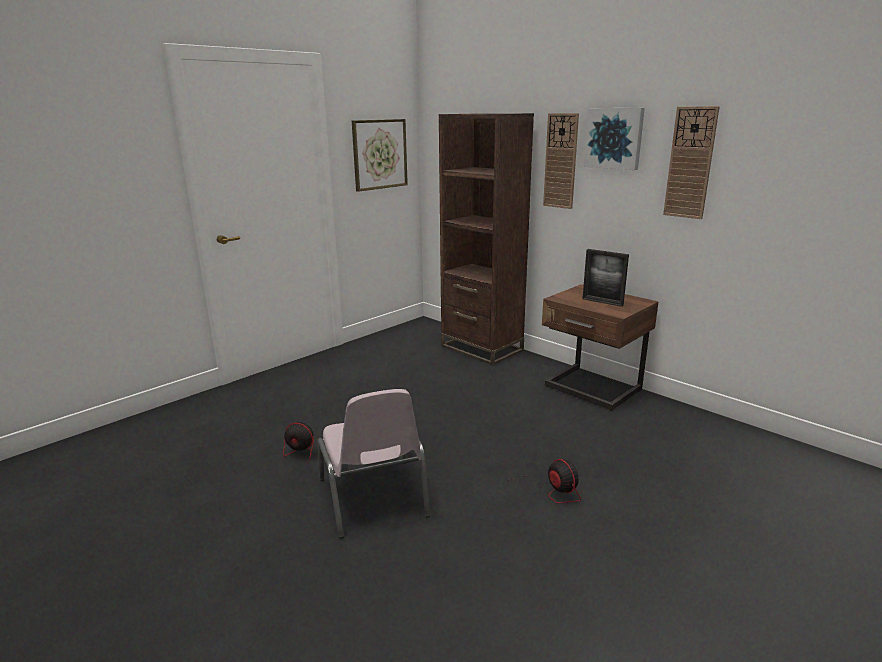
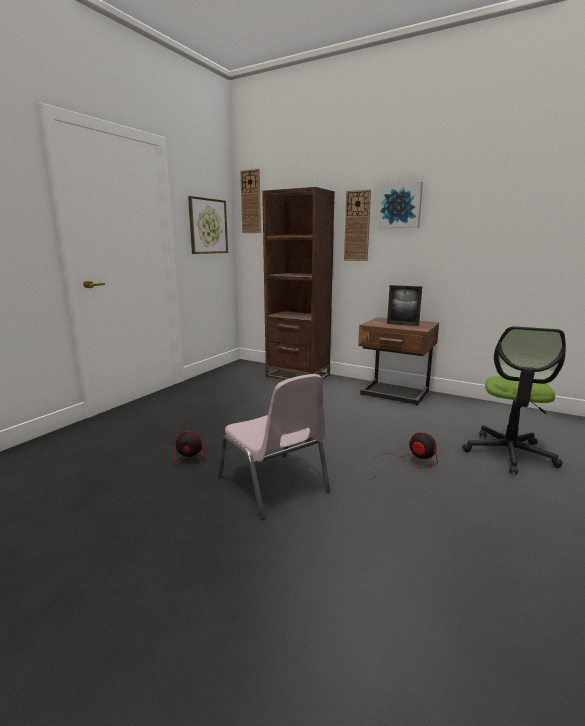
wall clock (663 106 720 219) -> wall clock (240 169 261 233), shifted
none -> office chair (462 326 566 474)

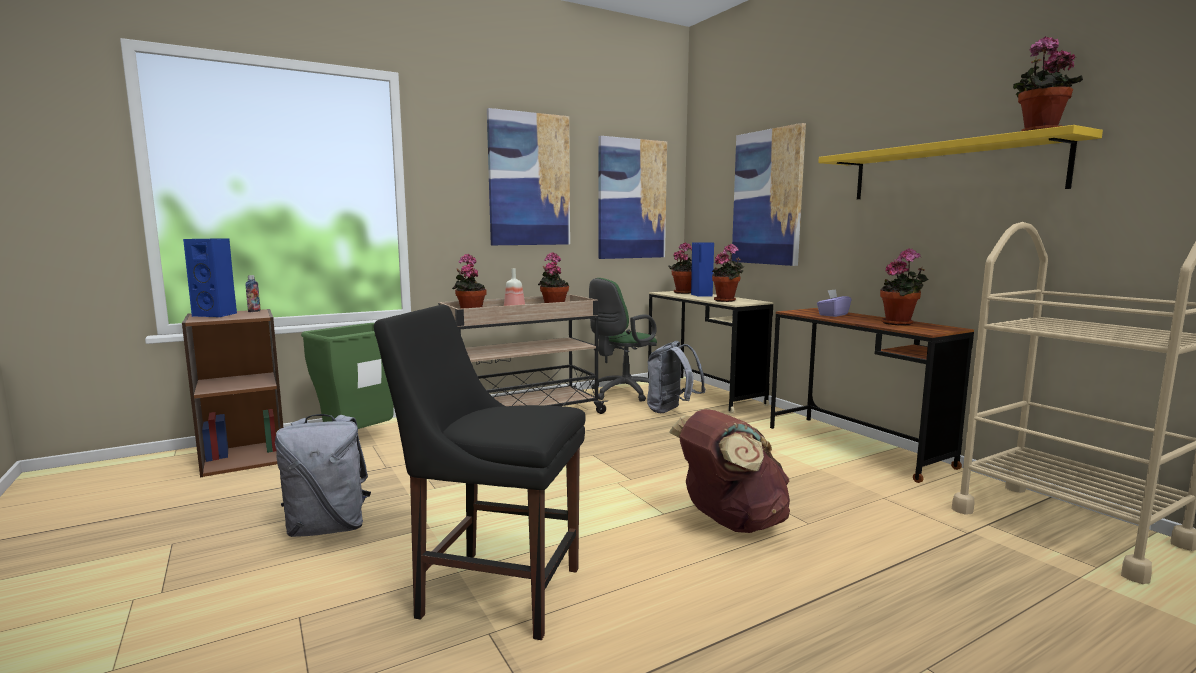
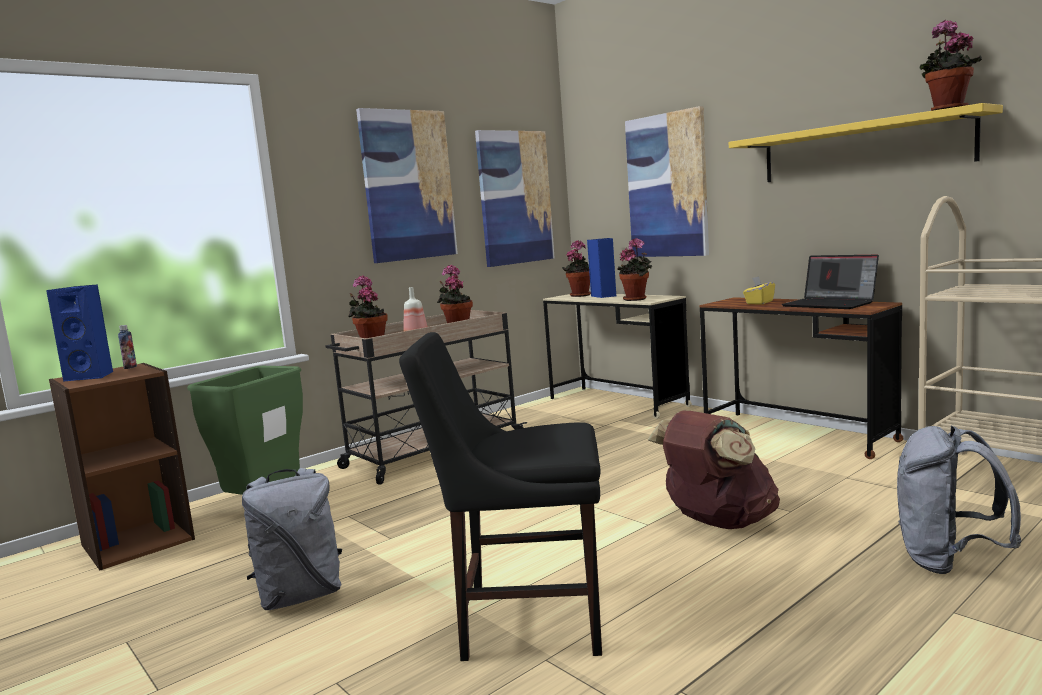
purple tissue box (817 289 852 317) -> yellow tissue box (743 276 775 304)
potted plant (880 248 929 326) -> laptop (782 255 879 309)
grey backpack (647 341 706 413) -> grey backpack (897 425 1022 574), shifted
green office chair (589 278 657 402) -> none

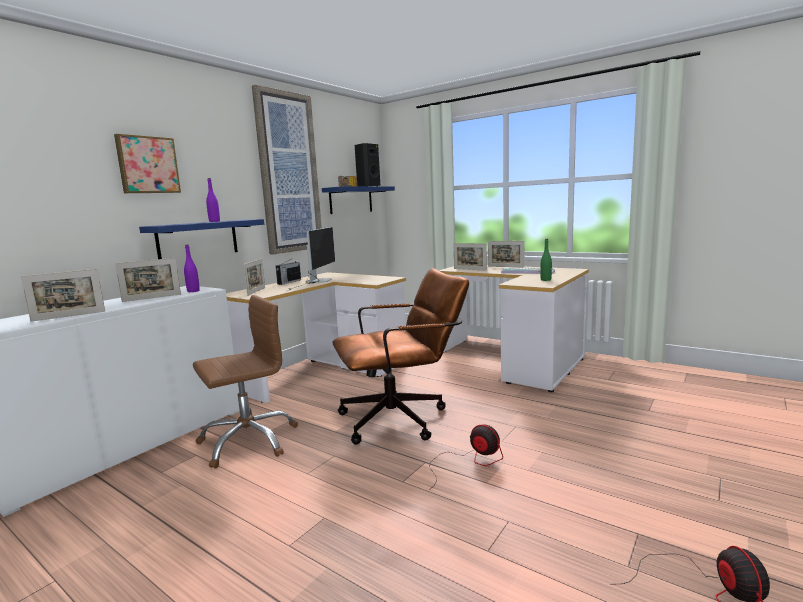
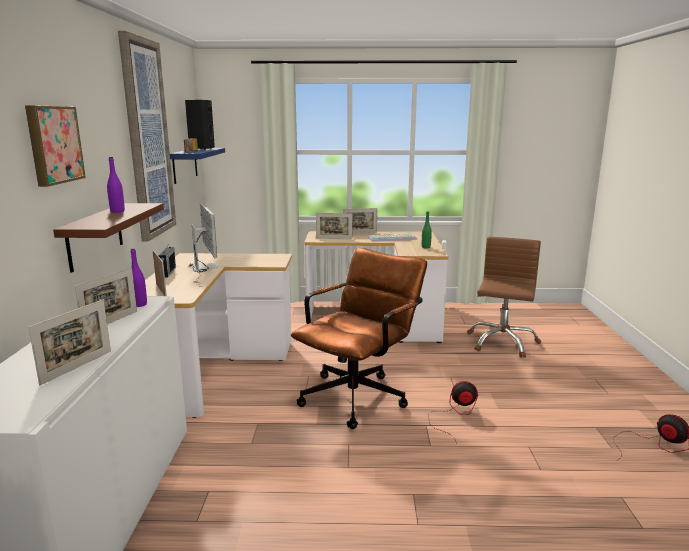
blue shelf (139 219 264 259) -> brown shelf (53 203 164 273)
brown office chair (193 295 298 468) -> brown office chair (467 237 541 358), shifted

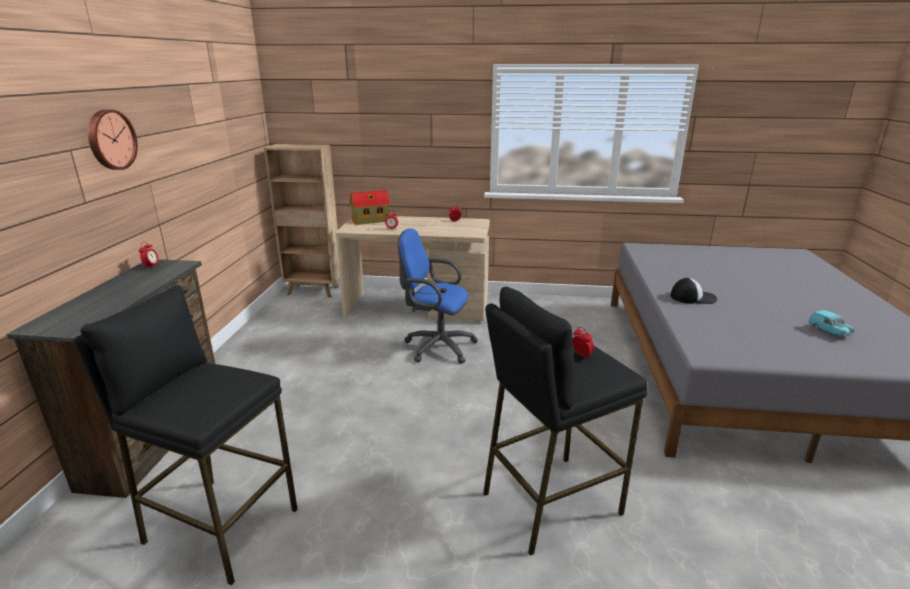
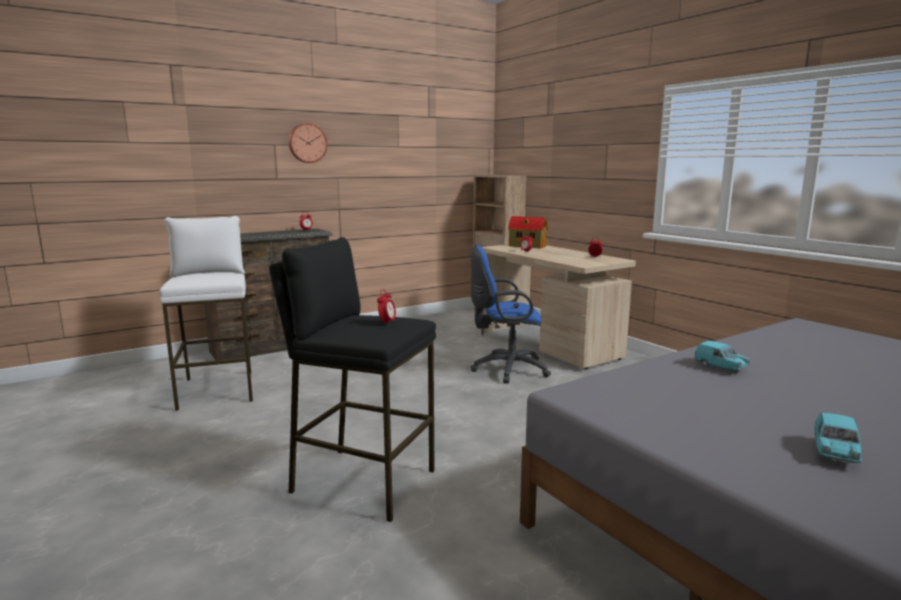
black stool (73 285 298 585) -> white stool (159 216 253 411)
blue office chair (398 228 478 364) -> blue office chair (470 245 551 384), 75 degrees counterclockwise
cap (670 278 717 304) -> turquoise toy car (694 341 750 372)

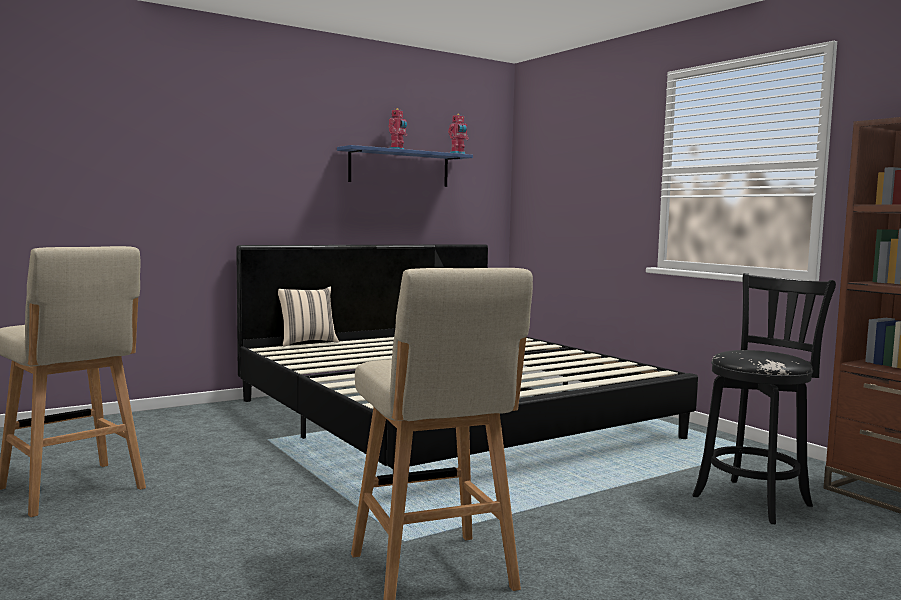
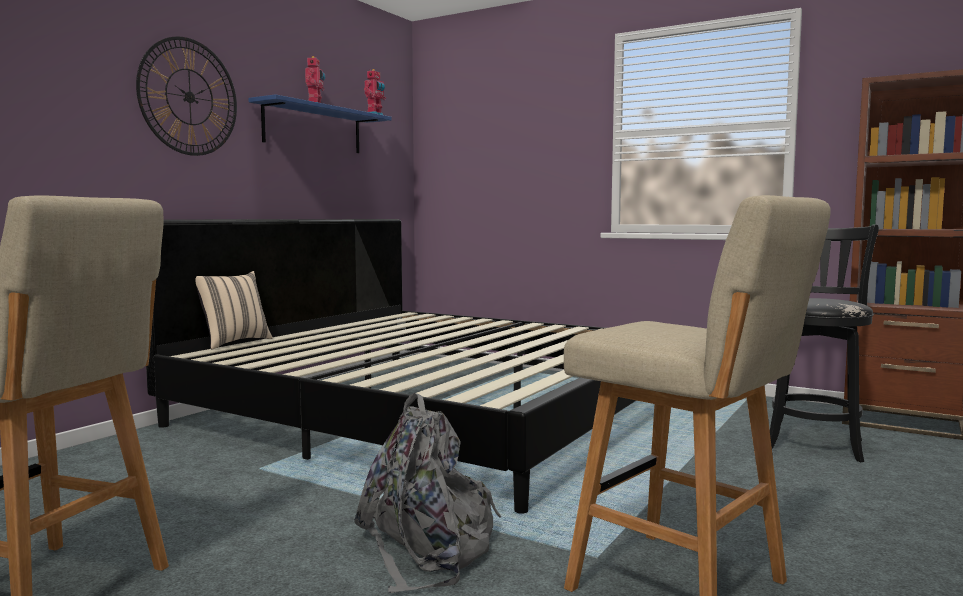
none -> wall clock (136 36 237 156)
none -> grey backpack (354 393 501 593)

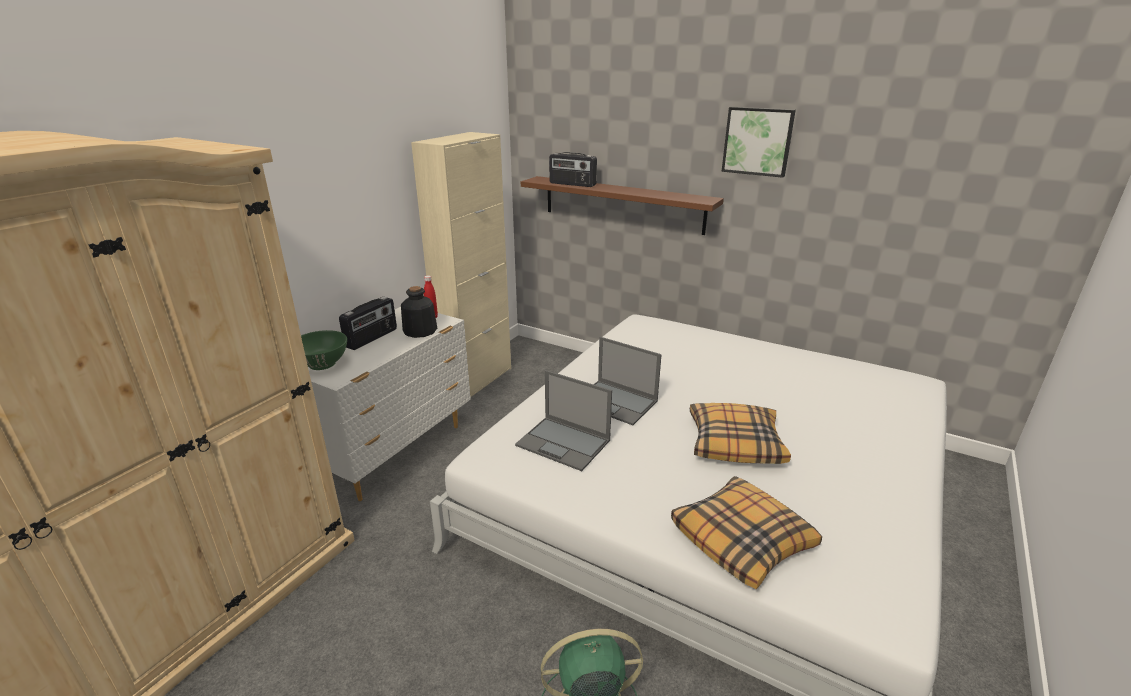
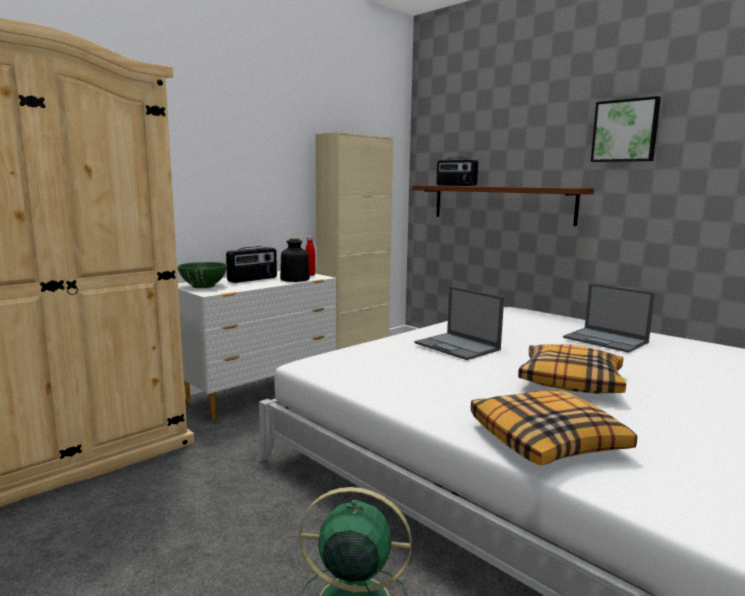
laptop (515 370 612 471) -> laptop (563 283 655 353), shifted

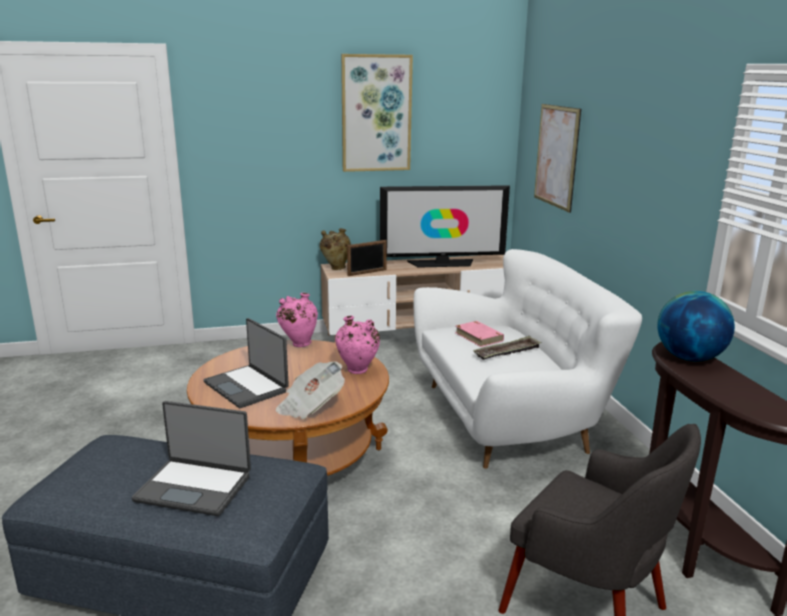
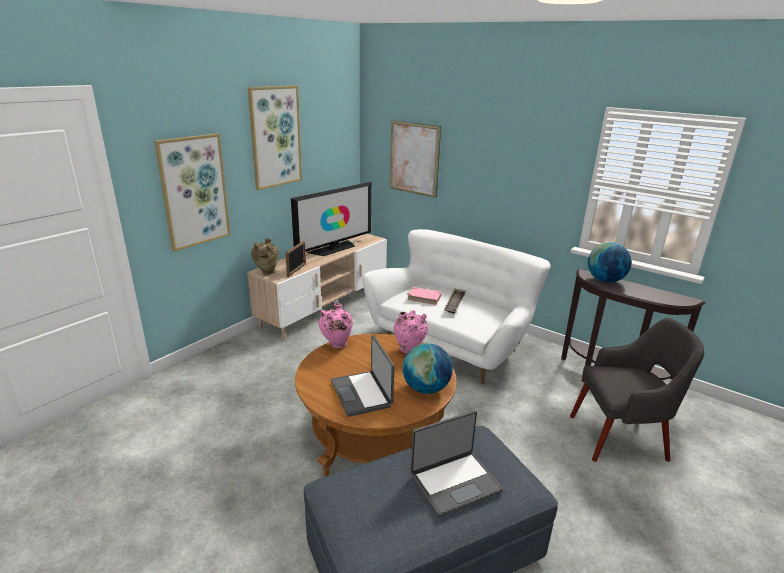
none -> picture (154 133 231 252)
laptop (204 318 289 408) -> laptop (331 335 395 417), 60 degrees clockwise
newspaper (276 361 345 419) -> globe (403 343 453 394)

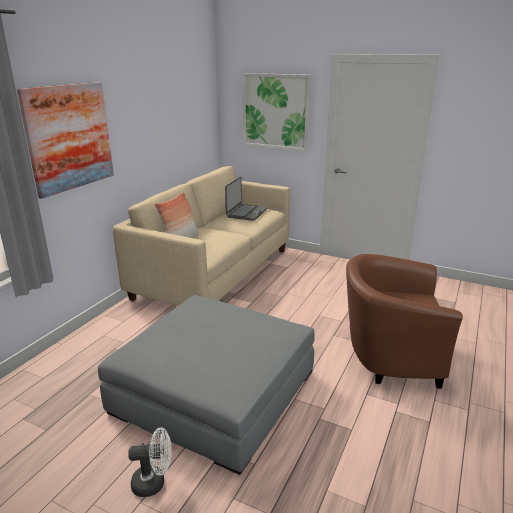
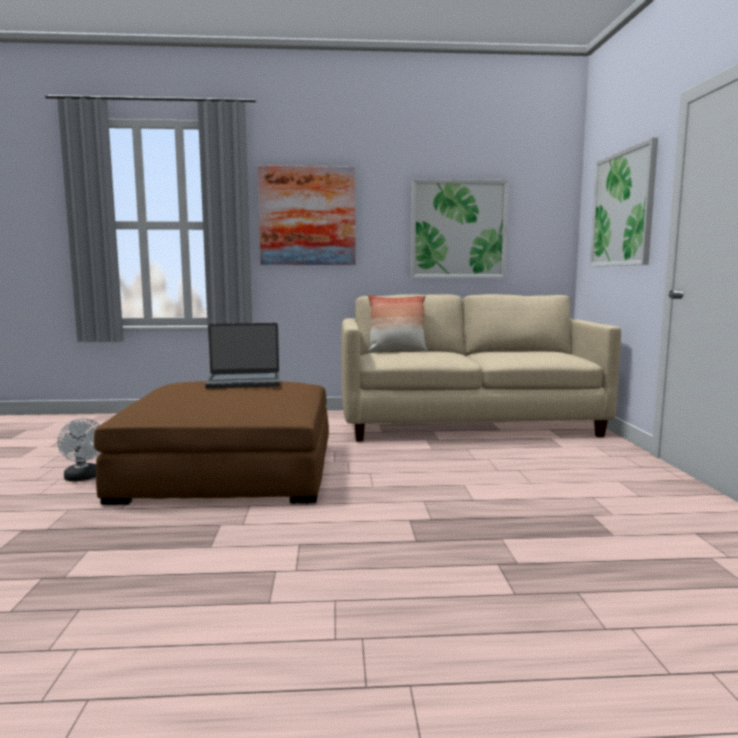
grey ottoman (98 295 315 475) -> brown ottoman (94 381 329 505)
laptop (225 177 268 221) -> laptop (205 323 280 388), shifted
none -> picture (411 179 509 278)
brown armchair (346 254 463 389) -> none

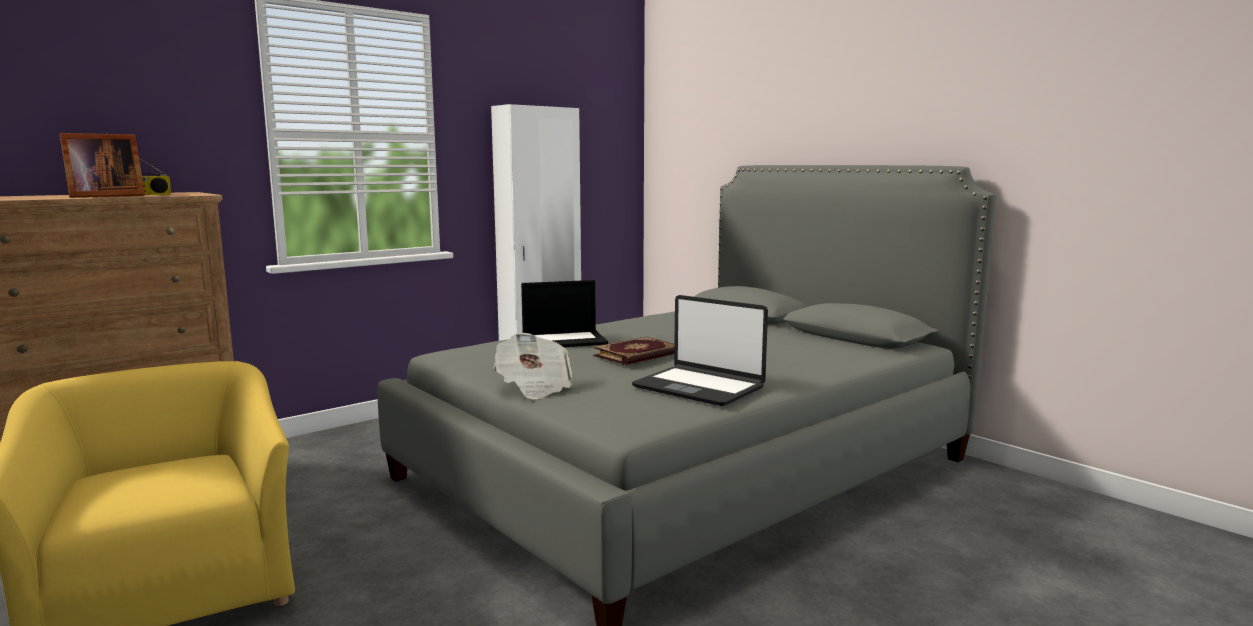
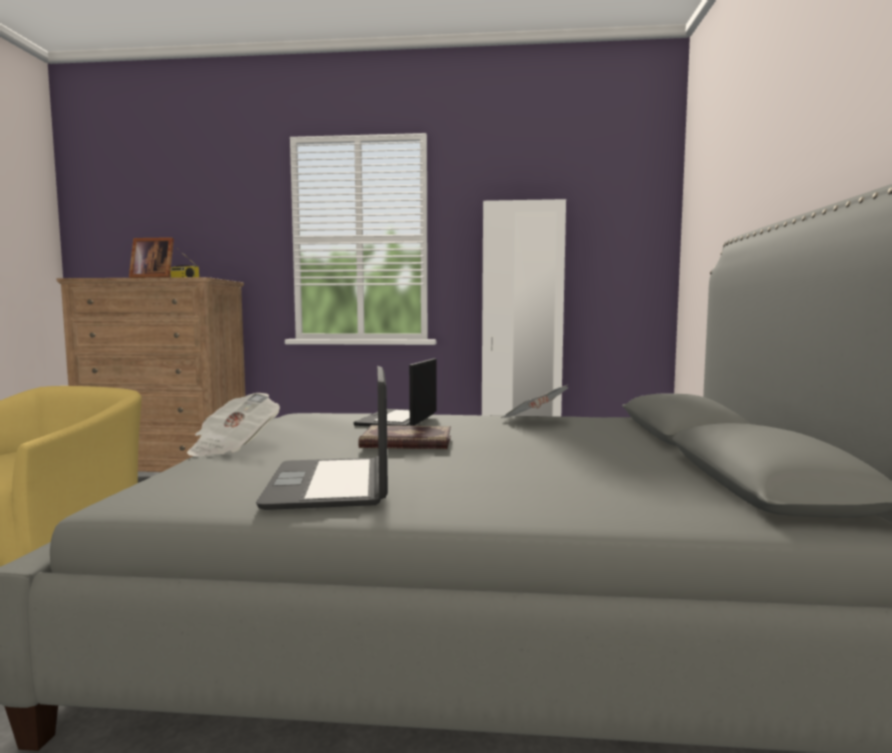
laptop (521 280 608 347) -> laptop (354 358 437 426), 75 degrees clockwise
none -> newspaper (501 385 569 418)

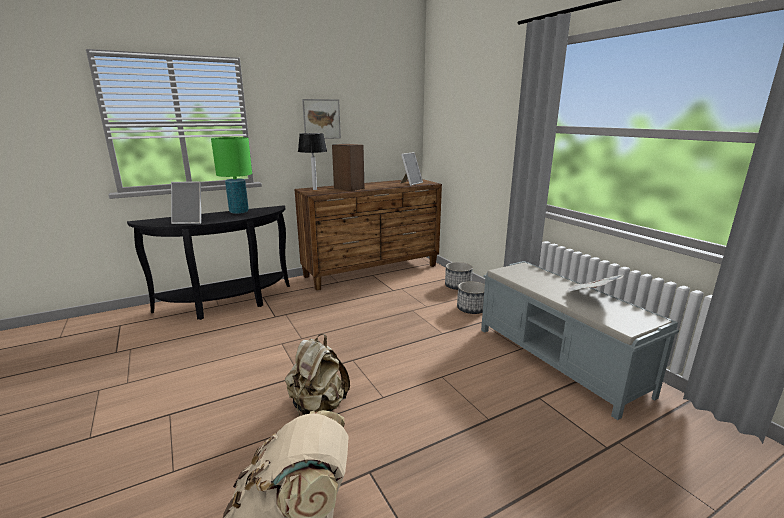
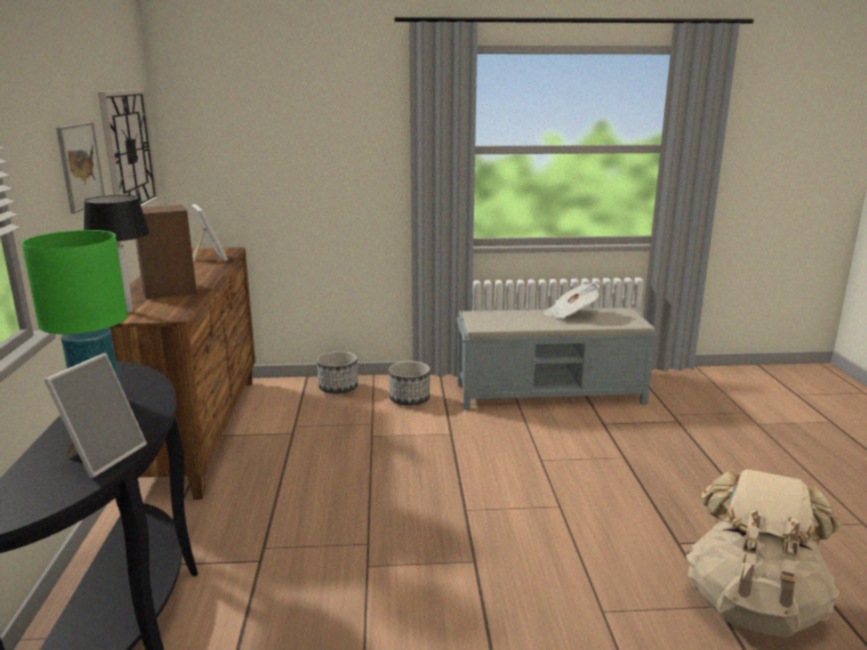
none -> wall clock (98 89 159 208)
beige backpack (285 334 350 415) -> none

